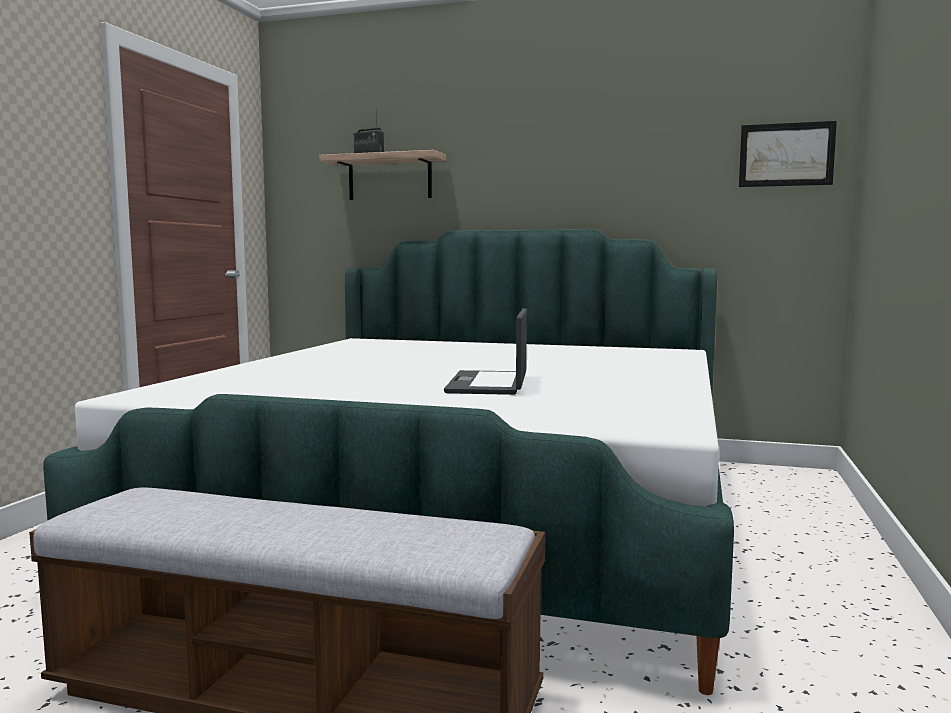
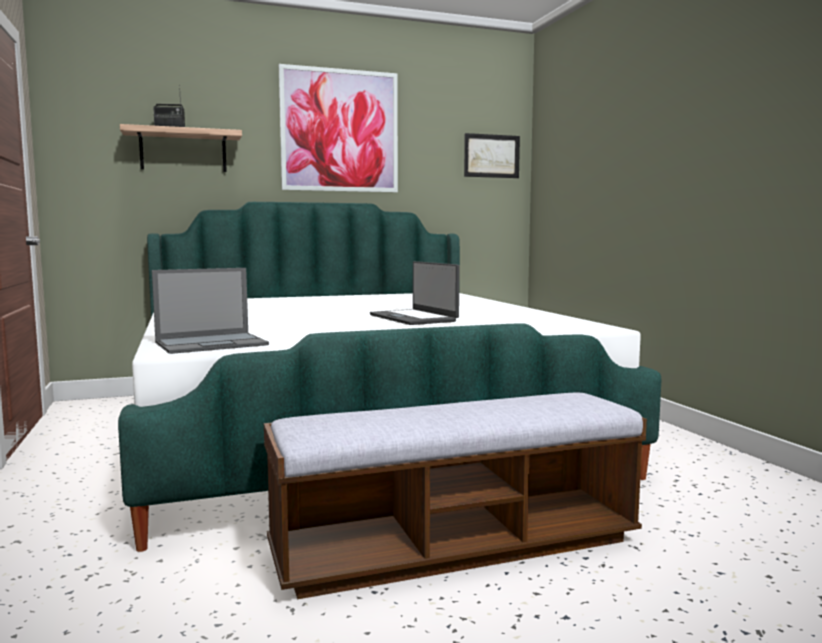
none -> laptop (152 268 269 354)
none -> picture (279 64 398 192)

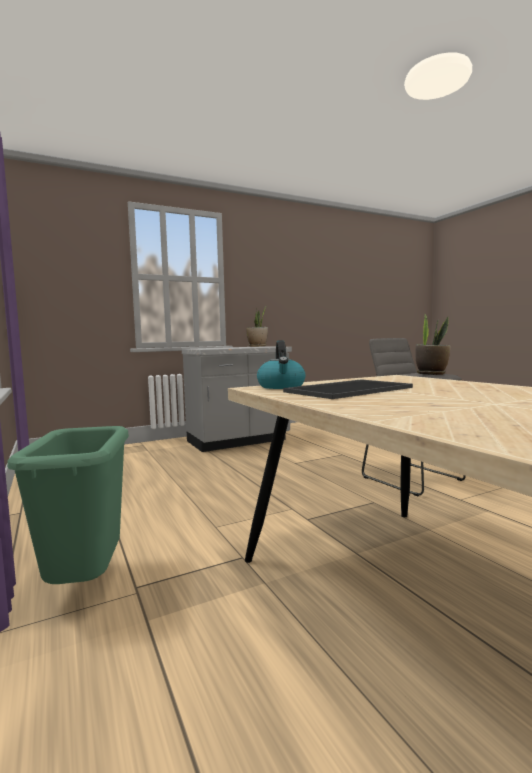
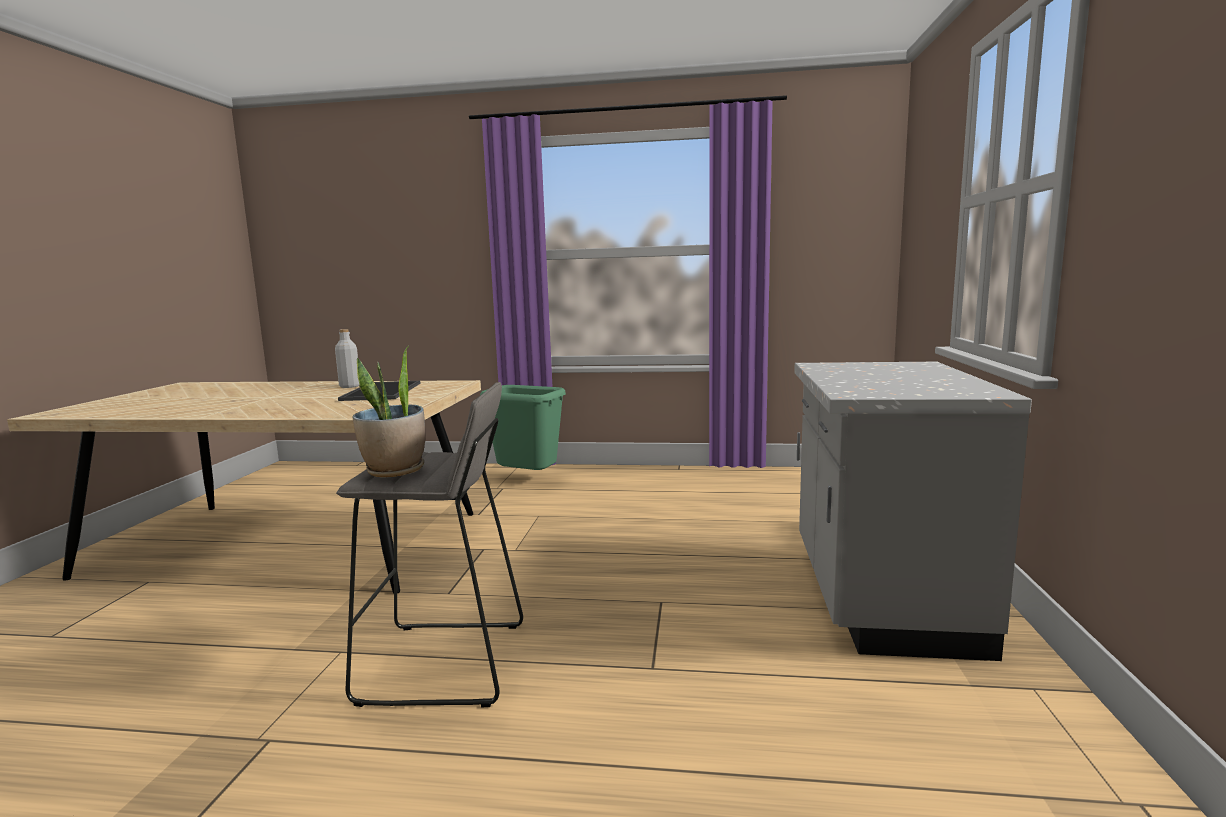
none -> grey bottle (335 329 359 388)
potted plant (246 307 268 347) -> none
kettle (257 340 305 389) -> none

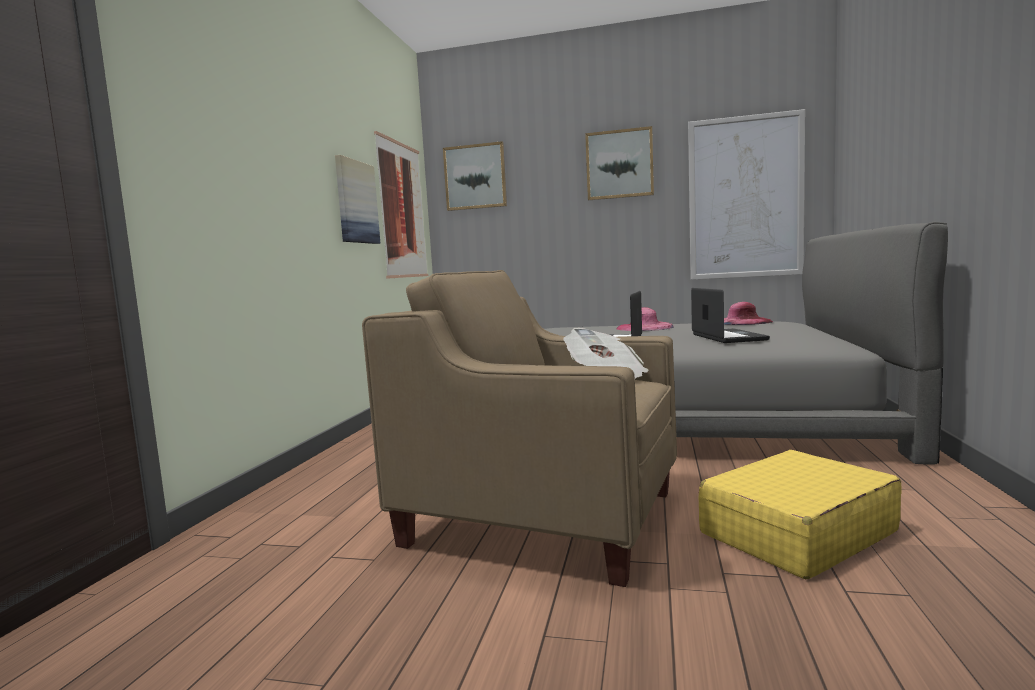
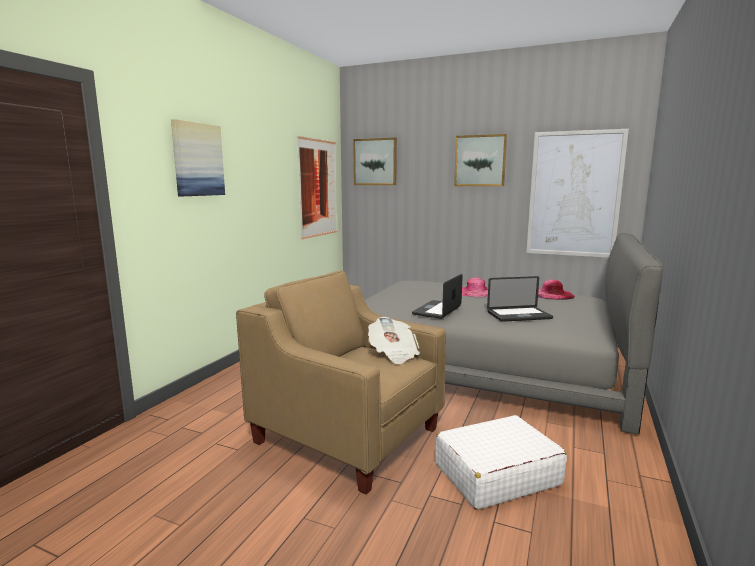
picture (335 155 381 244) -> picture (171 119 225 196), shifted
yellow suitcase (699 450 902 579) -> white suitcase (435 415 567 510)
laptop (691 288 770 343) -> laptop (487 276 553 322), 75 degrees clockwise

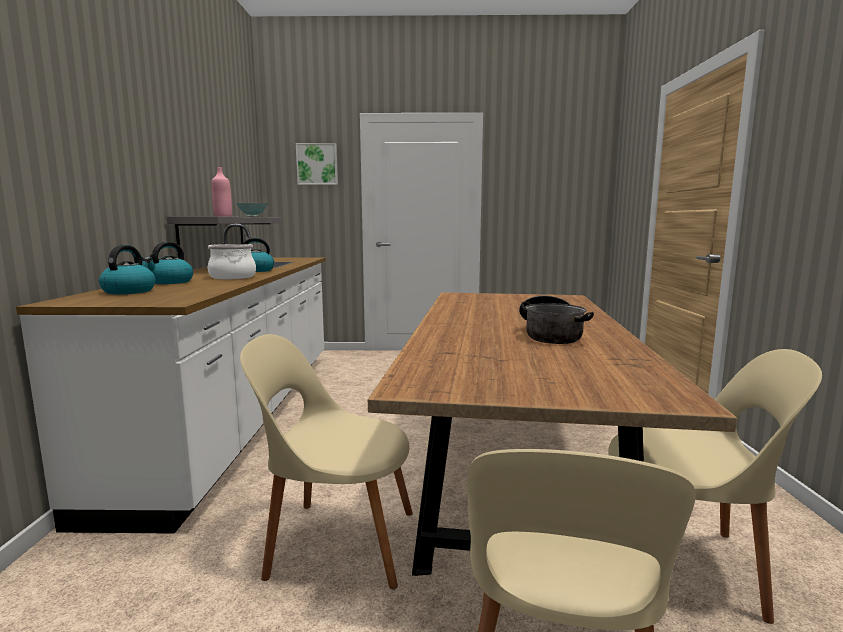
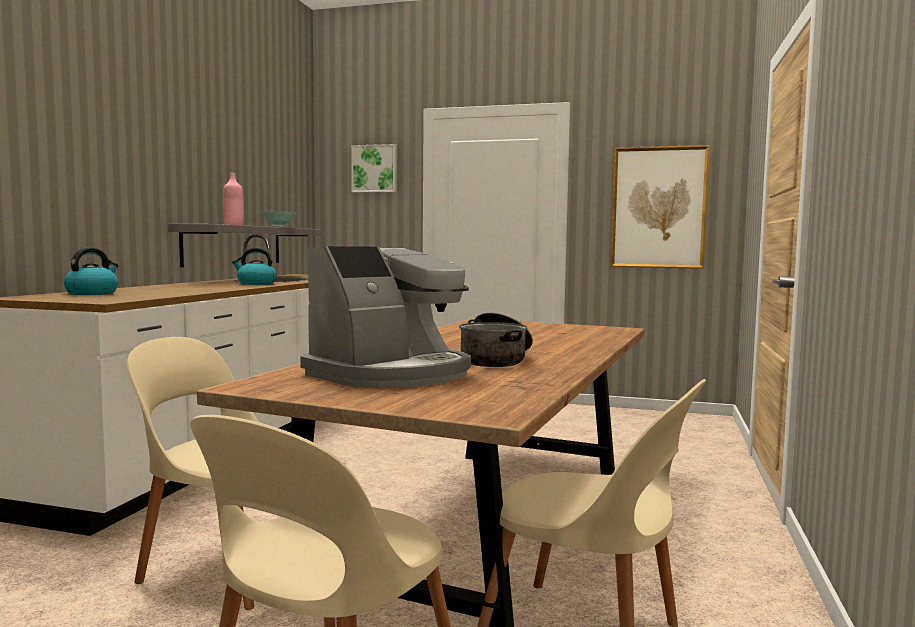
none -> coffee machine (300 246 471 388)
none -> picture (610 145 710 269)
kettle (145 242 193 284) -> none
cooking pot (208 244 256 279) -> none

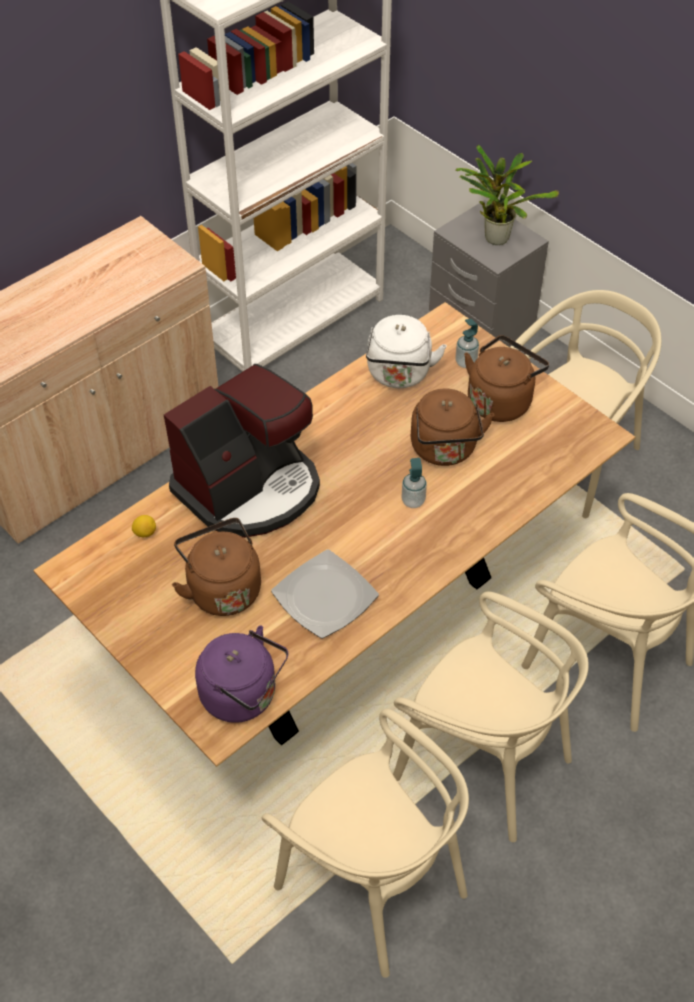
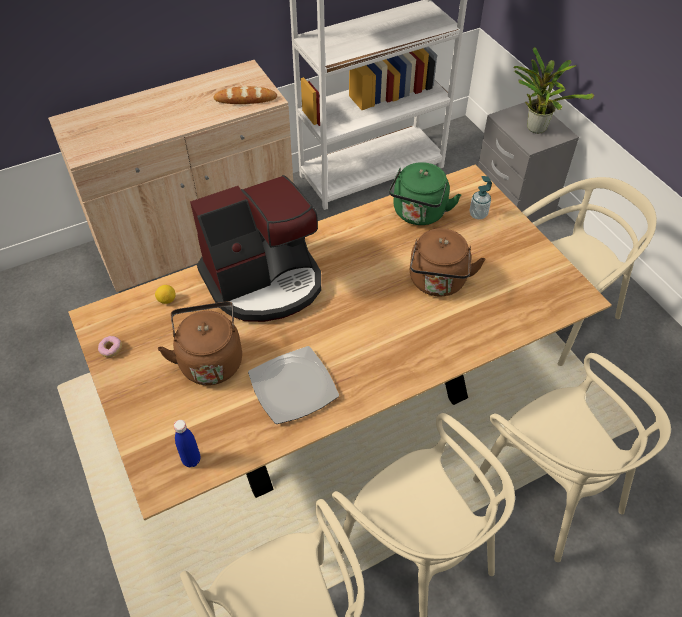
none -> donut (98 336 122 357)
purple kettle (195 625 288 723) -> blue bottle (174 420 201 467)
none -> bread (213 86 277 104)
white kettle (366 315 447 388) -> green kettle (389 162 461 225)
soap dispenser (402 458 427 508) -> none
brown kettle (464 335 549 422) -> none

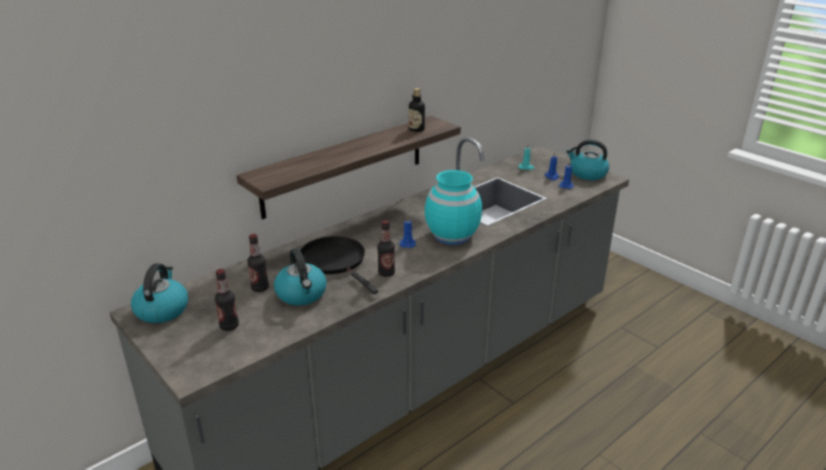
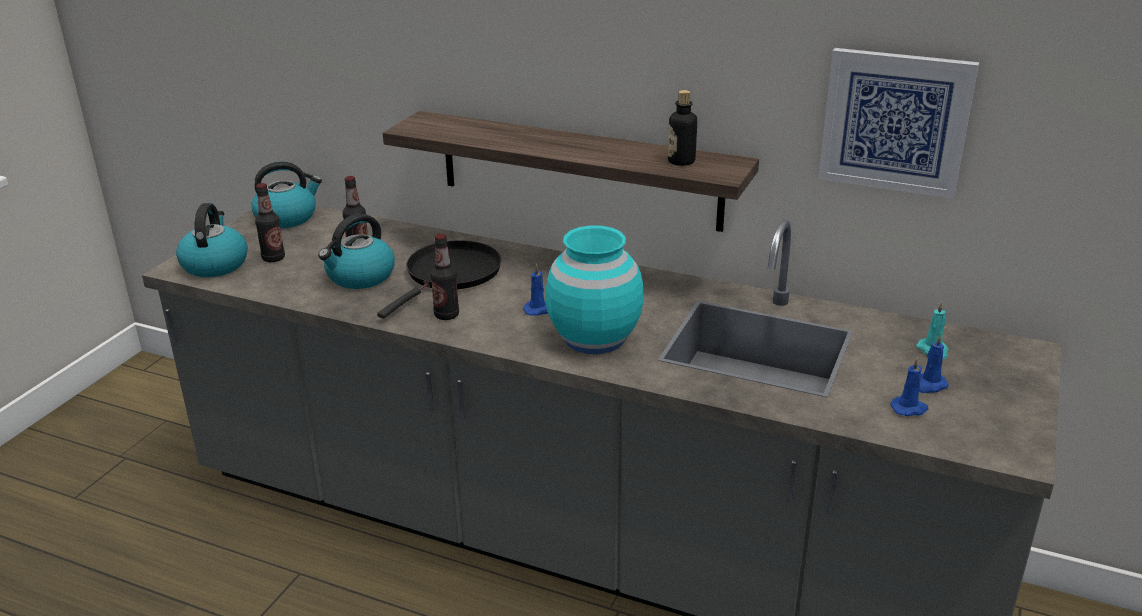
kettle (566 139 609 180) -> kettle (176 203 248 277), shifted
none -> picture (818 48 979 199)

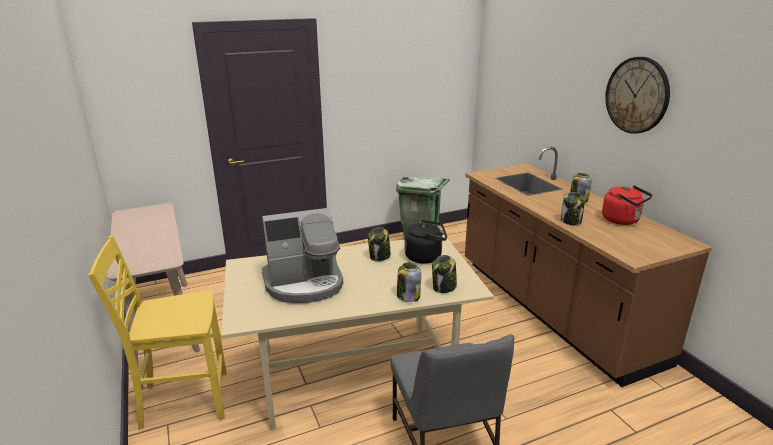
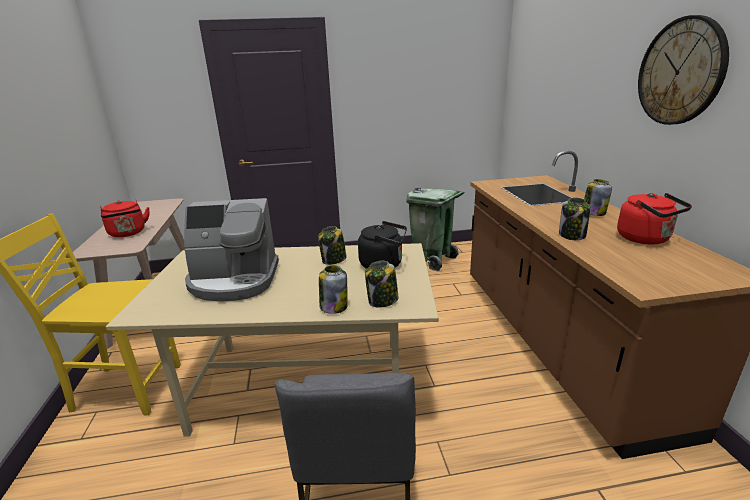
none -> red kettle (100 200 150 237)

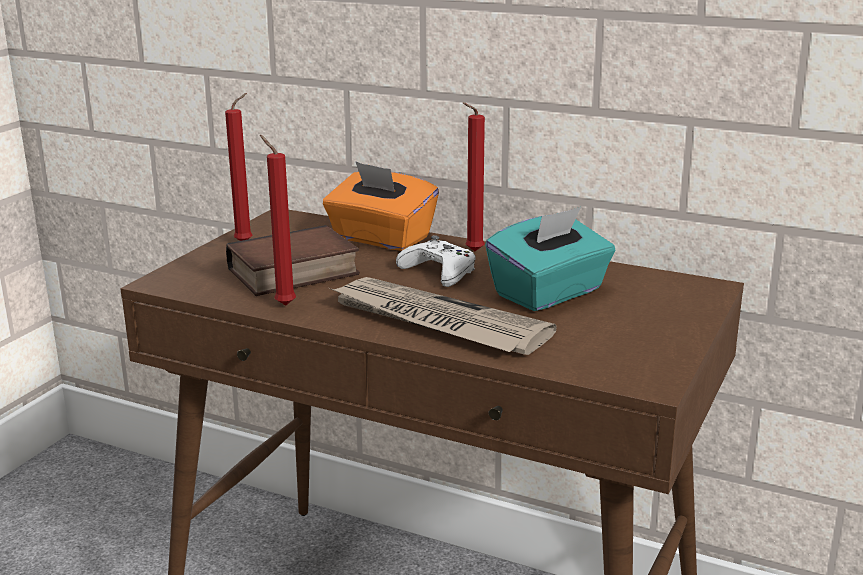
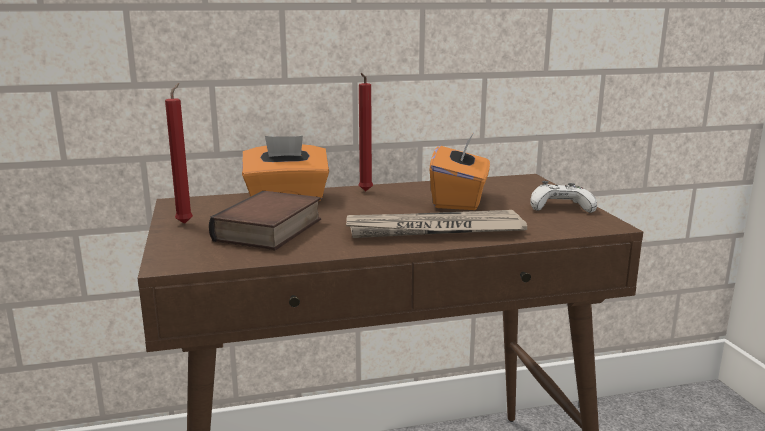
turquoise tissue box (485 207 615 311) -> orange tissue box (430 133 490 210)
white game controller (396 235 476 287) -> white game controller (530 181 597 213), shifted
red candle (260 135 296 306) -> none

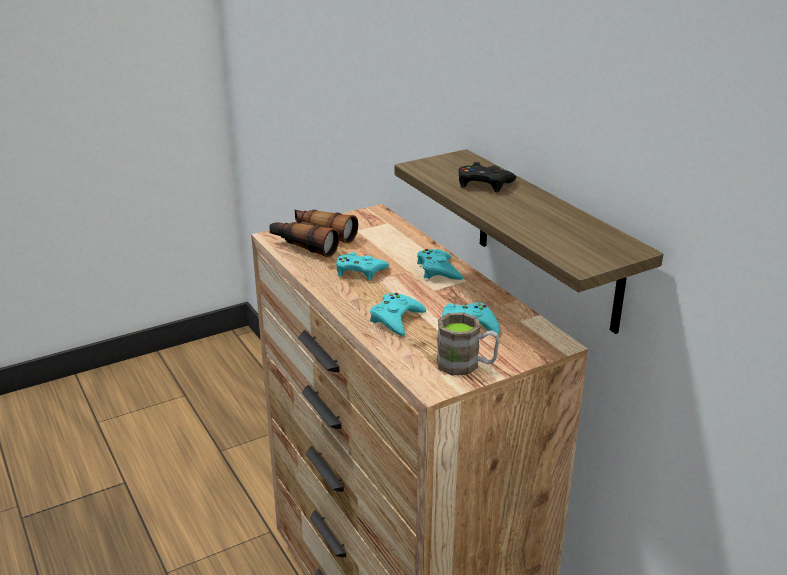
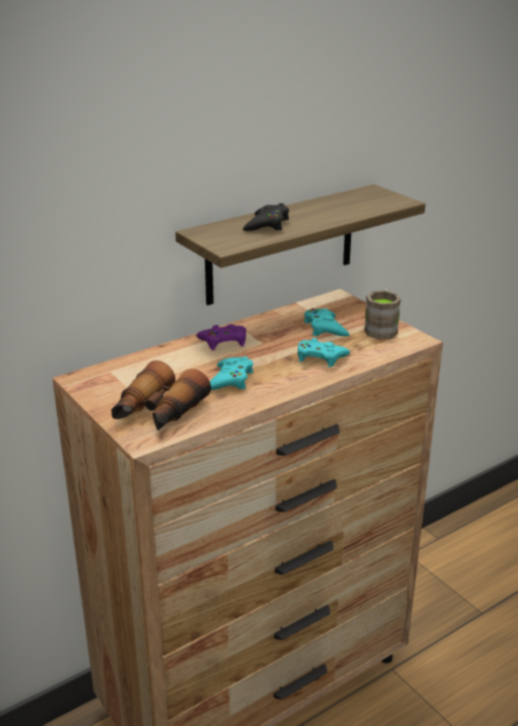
turquoise game controller (417 249 463 280) -> purple game controller (196 324 246 350)

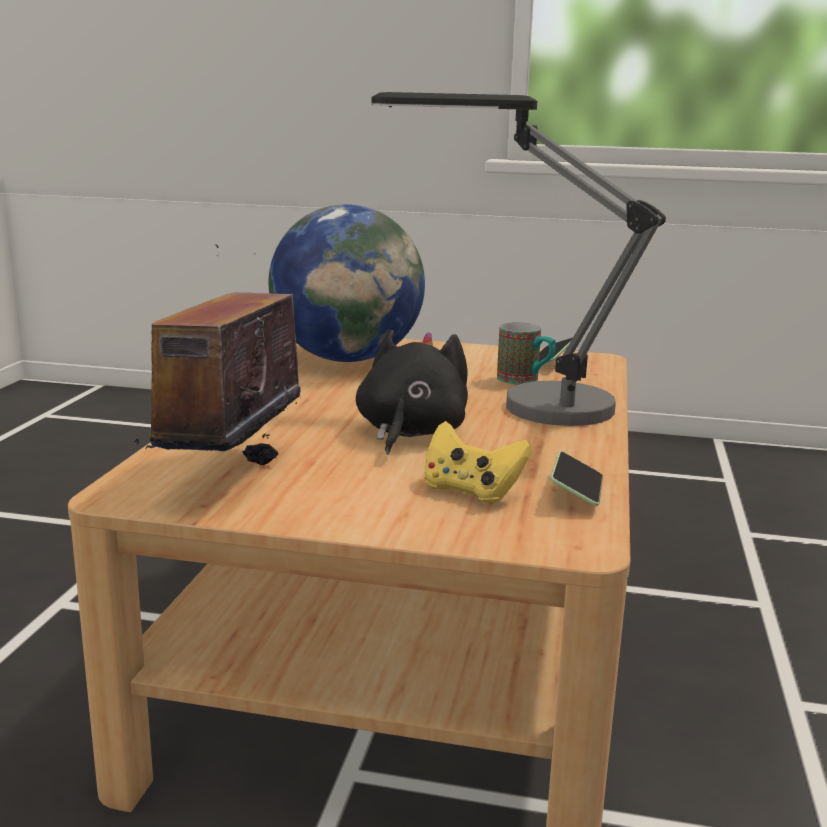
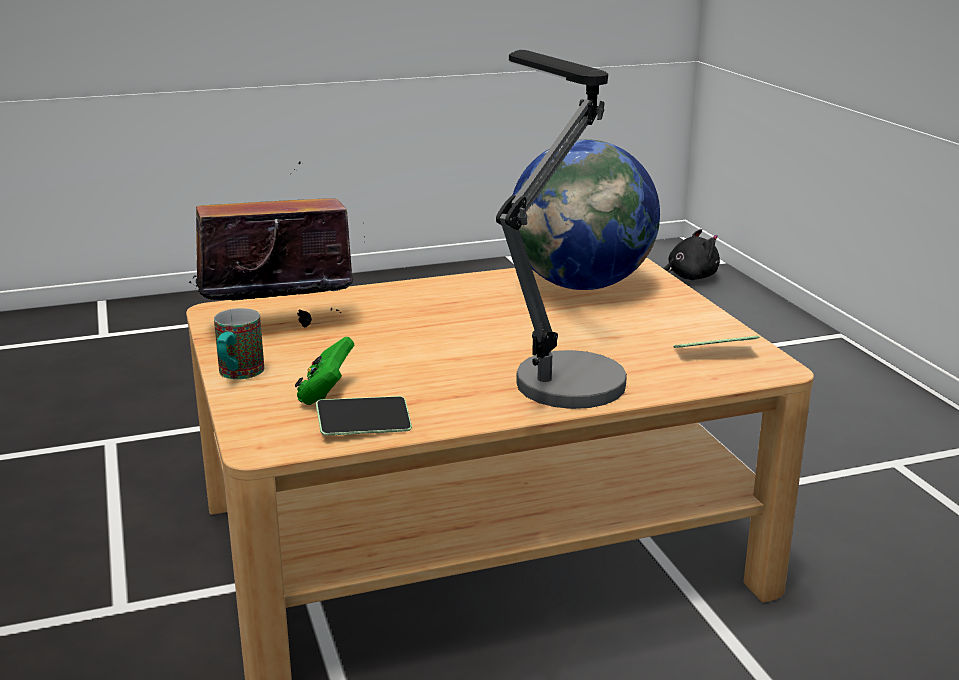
mug (497 322 556 384) -> mug (214 308 264 379), shifted
yellow game controller (424 421 532 503) -> green game controller (295 337 355 405)
black plush toy (356 330 468 454) -> black plush toy (663 229 720 280), shifted

